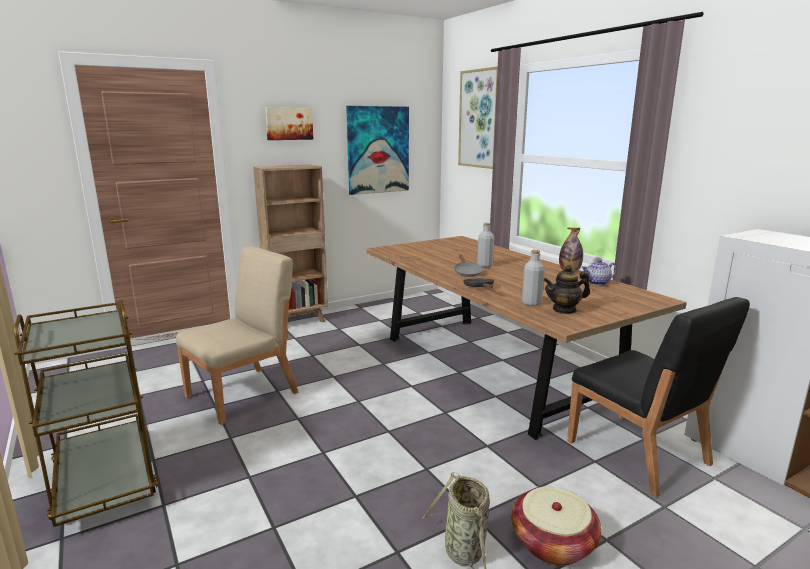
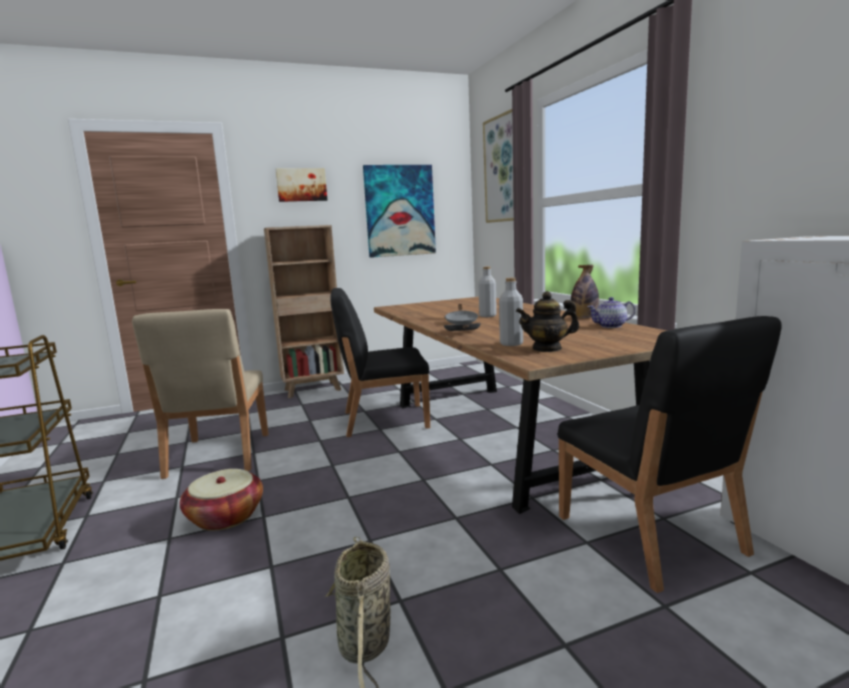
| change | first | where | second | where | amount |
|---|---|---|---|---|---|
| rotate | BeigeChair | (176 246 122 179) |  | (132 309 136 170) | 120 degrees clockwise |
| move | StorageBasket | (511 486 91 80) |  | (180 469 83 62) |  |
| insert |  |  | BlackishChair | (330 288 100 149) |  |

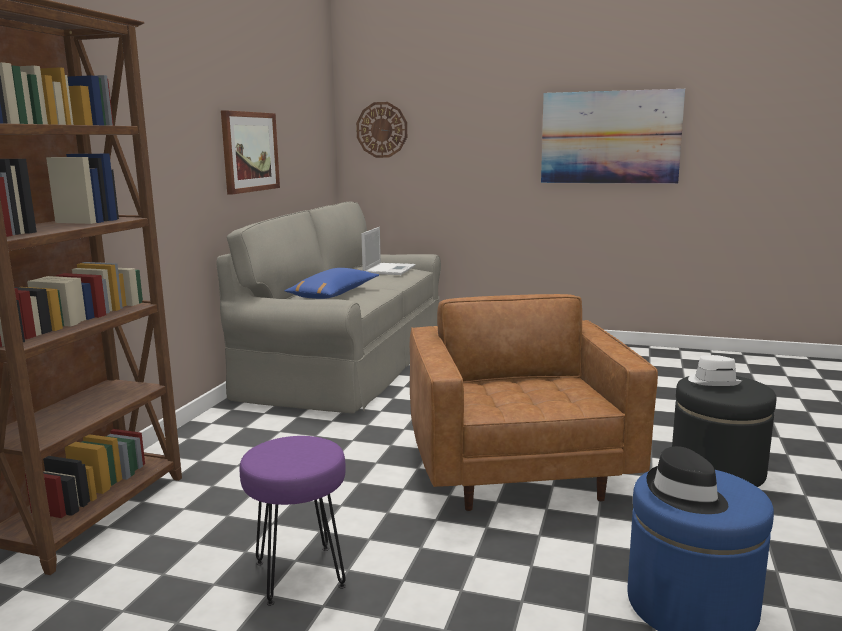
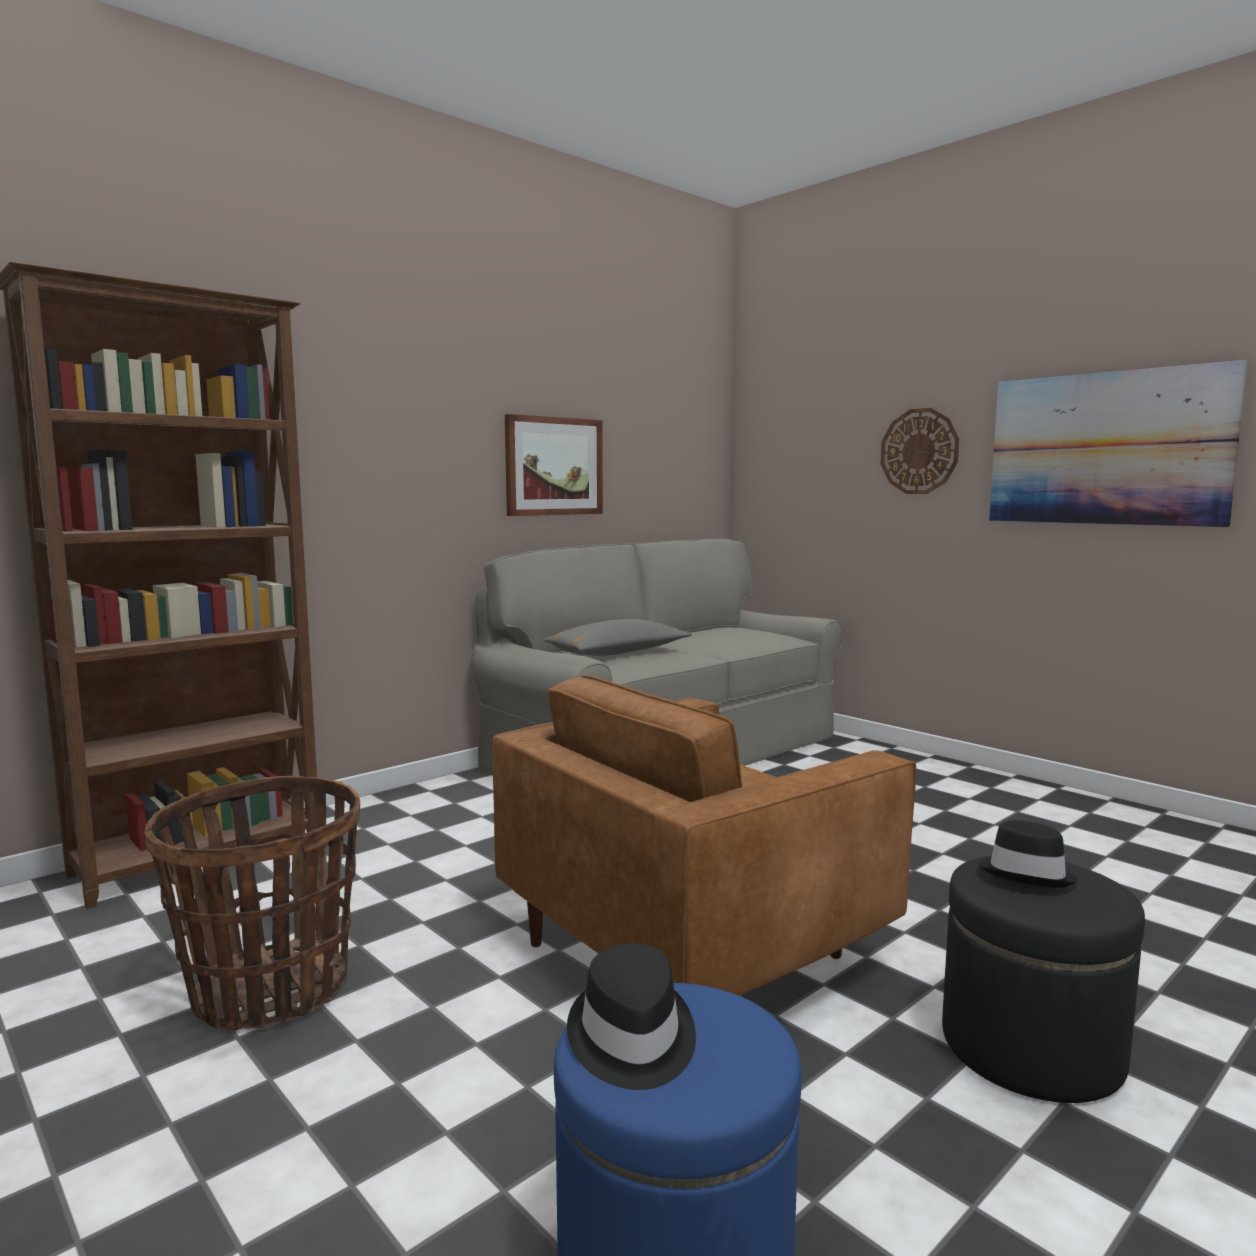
| change | first | where | second | where | amount |
|---|---|---|---|---|---|
| move | ClockOnTheWall | (356 102 51 56) |  | (880 408 79 86) |  |
| delete | PortableComputer | (361 227 55 48) |  |  |  |
| recolor | BlueCushion | (285 268 94 31) | GreyCushion | (543 619 149 37) |  |
| rotate | BrownColouredArmchair | (410 294 248 218) |  | (492 675 424 321) | 150 degrees counterclockwise |
| recolor | WhiteColouredWearableHat | (688 355 54 31) | BlackishWearableHat | (978 820 100 68) |  |
| replace | PurpleColouredStool | (240 436 106 170) | StorageBasket | (145 776 215 255) |  |

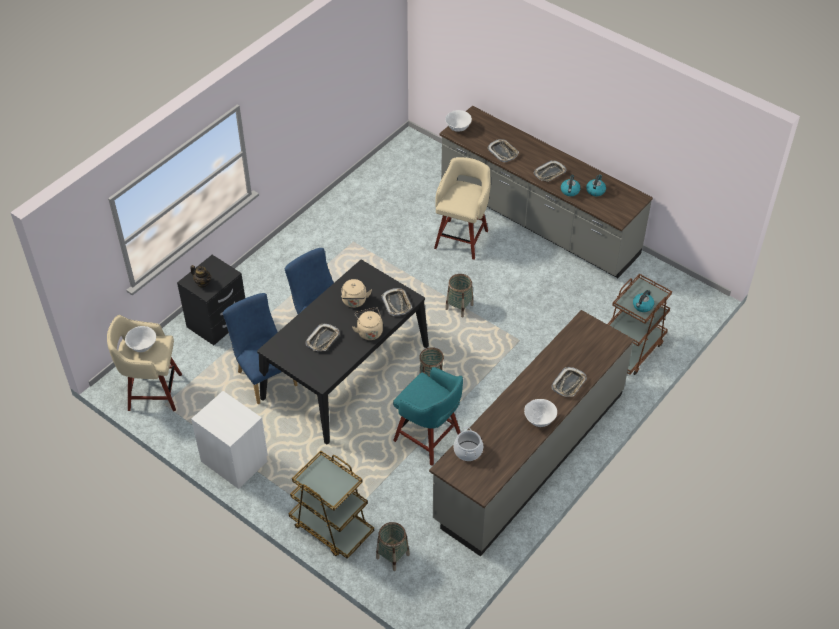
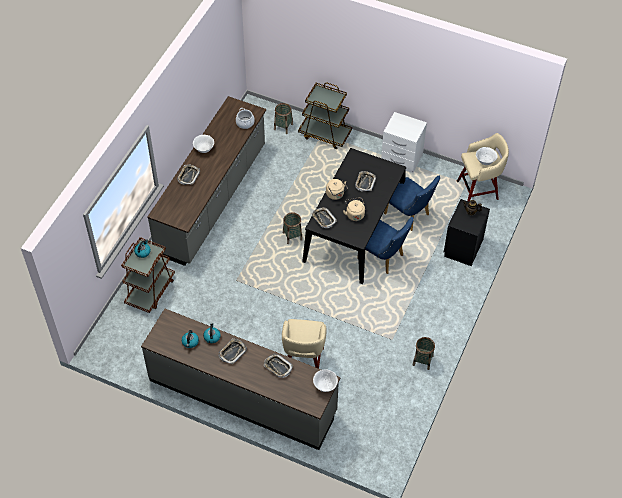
| change | first | where | second | where | amount |
|---|---|---|---|---|---|
| move | StorageBasket | (445 274 29 43) |  | (412 337 23 33) |  |
| delete | TurquoiseColouredStool | (393 367 70 99) |  |  |  |

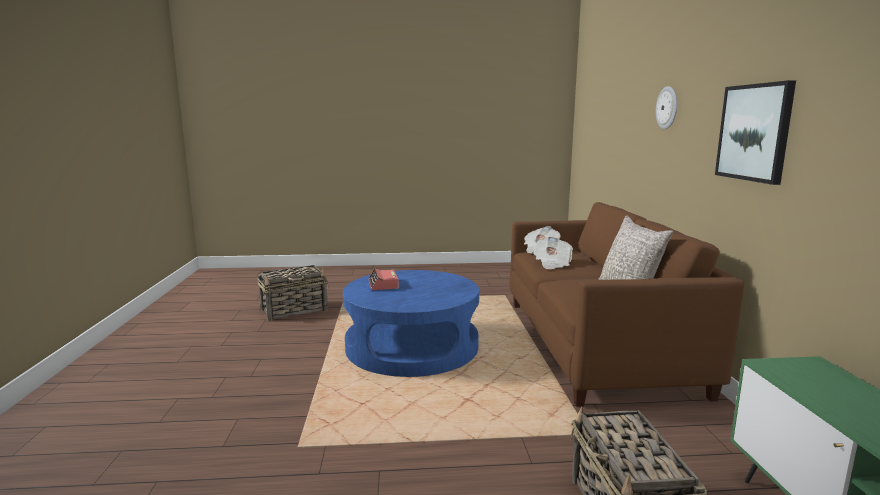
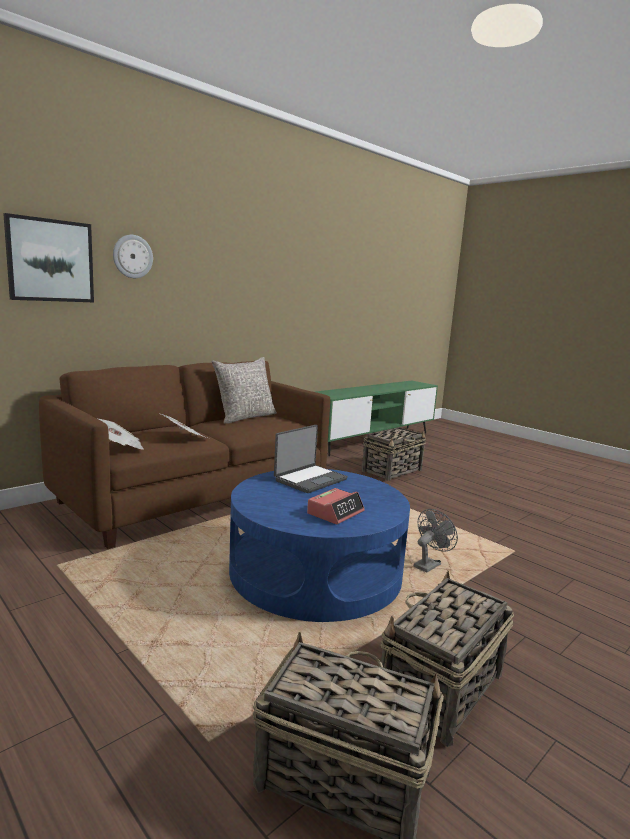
| change | first | where | second | where | amount |
|---|---|---|---|---|---|
| move | WallPicture | (715 80 81 105) |  | (3 213 91 89) |  |
| insert |  |  | PortableComputer | (274 425 74 68) |  |
| insert |  |  | GreyFan | (414 509 44 64) |  |
| insert |  |  | StorageBasket | (380 571 134 176) |  |

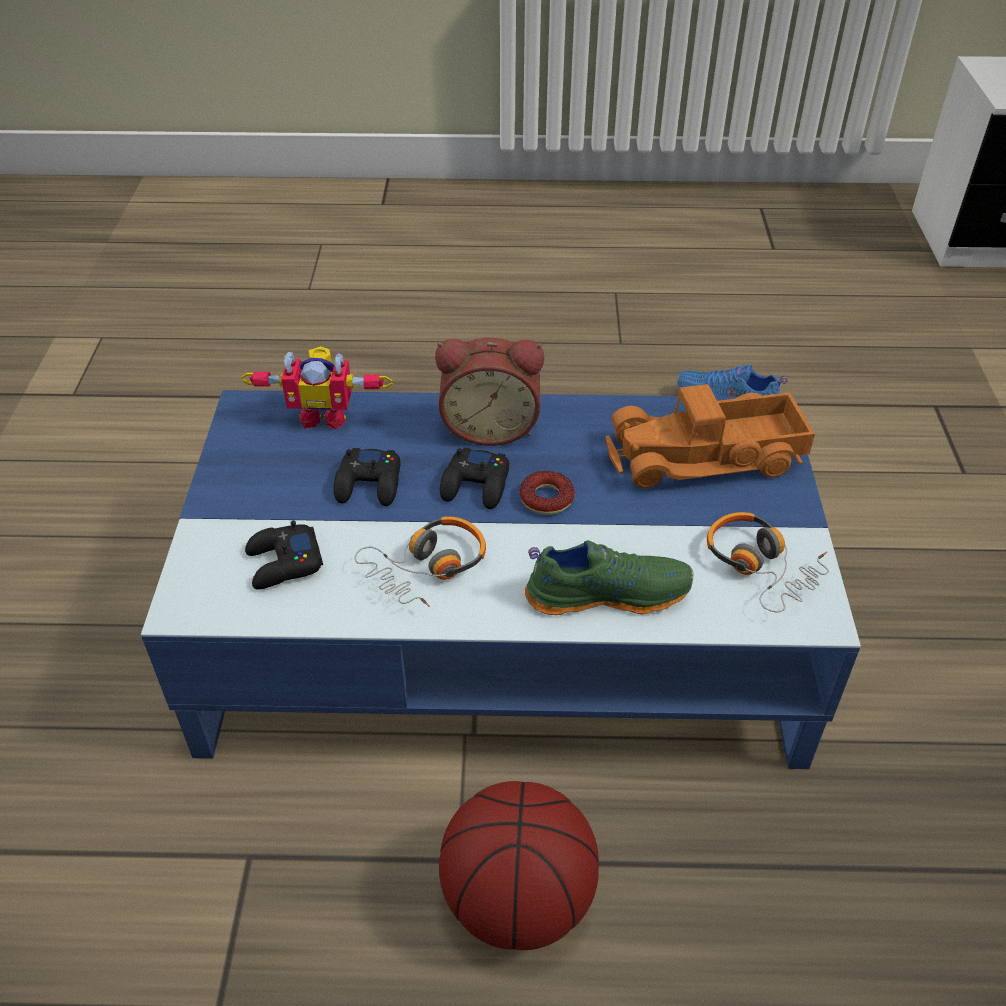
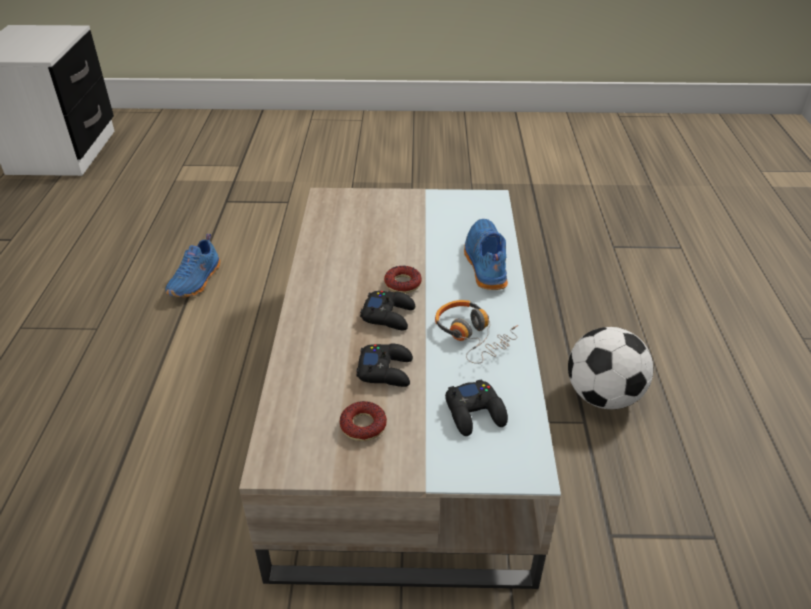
| change | first | where | second | where | amount |
|---|---|---|---|---|---|
| delete | BedsideClock | (435 338 109 108) |  |  |  |
| delete | RobotFigure | (241 346 152 83) |  |  |  |
| delete | ToyTruck | (606 384 209 104) |  |  |  |
| recolor | BlueLowTable | (141 390 720 379) | BeigeLowTable | (239 188 322 401) |  |
| delete | Headphones | (707 512 122 100) |  |  |  |
| recolor | GreenColouredShoe | (525 540 169 75) | BlueShoe | (464 219 44 71) |  |
| replace | BallForBasketball | (439 781 160 169) | BallForFootball | (568 327 85 82) |  |
| insert |  |  | Donut | (340 401 47 40) |  |

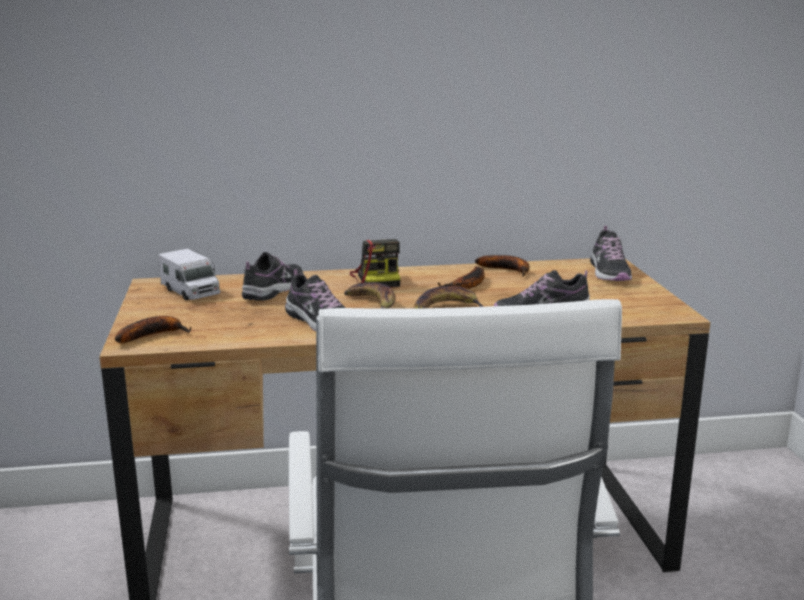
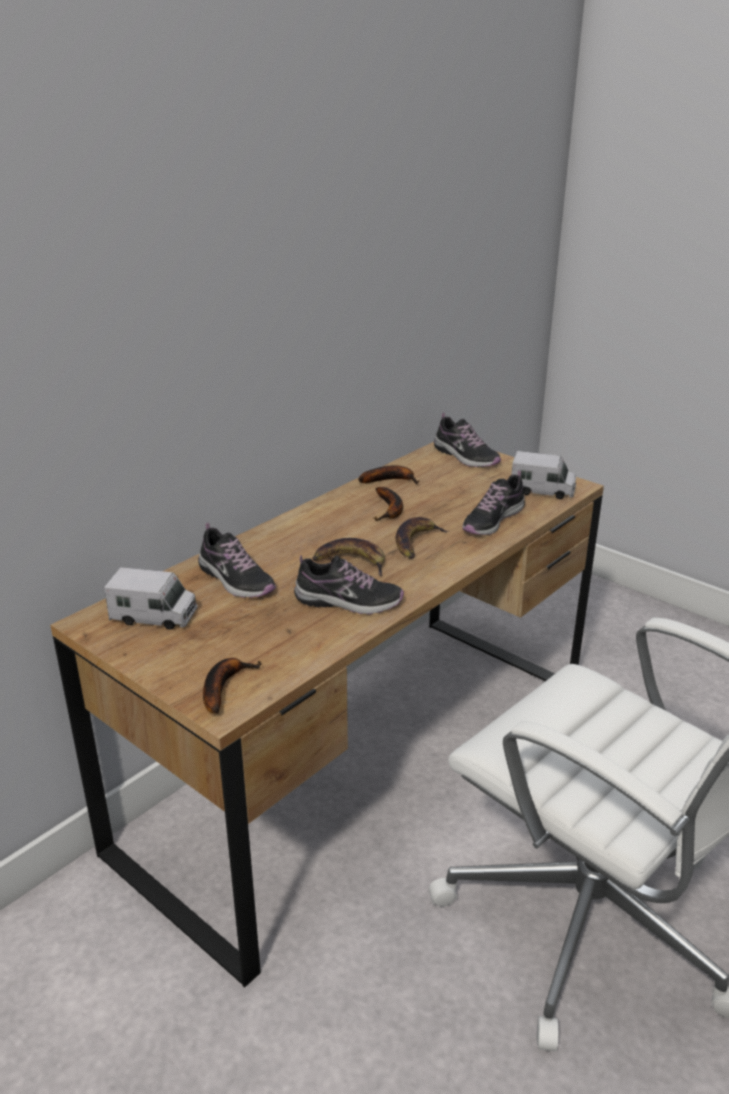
| change | first | where | second | where | amount |
|---|---|---|---|---|---|
| delete | StillCamera | (350 239 51 48) |  |  |  |
| rotate | Shoe | (242 252 62 49) |  | (198 523 78 75) | 150 degrees clockwise |
| insert |  |  | ToyTruck | (511 451 65 48) |  |

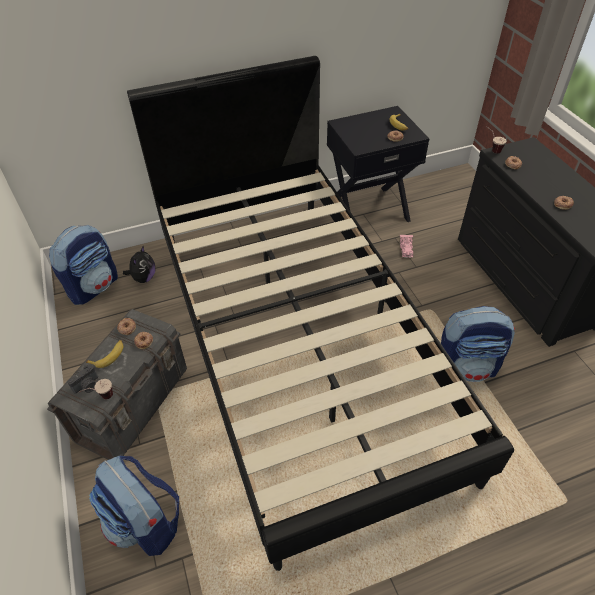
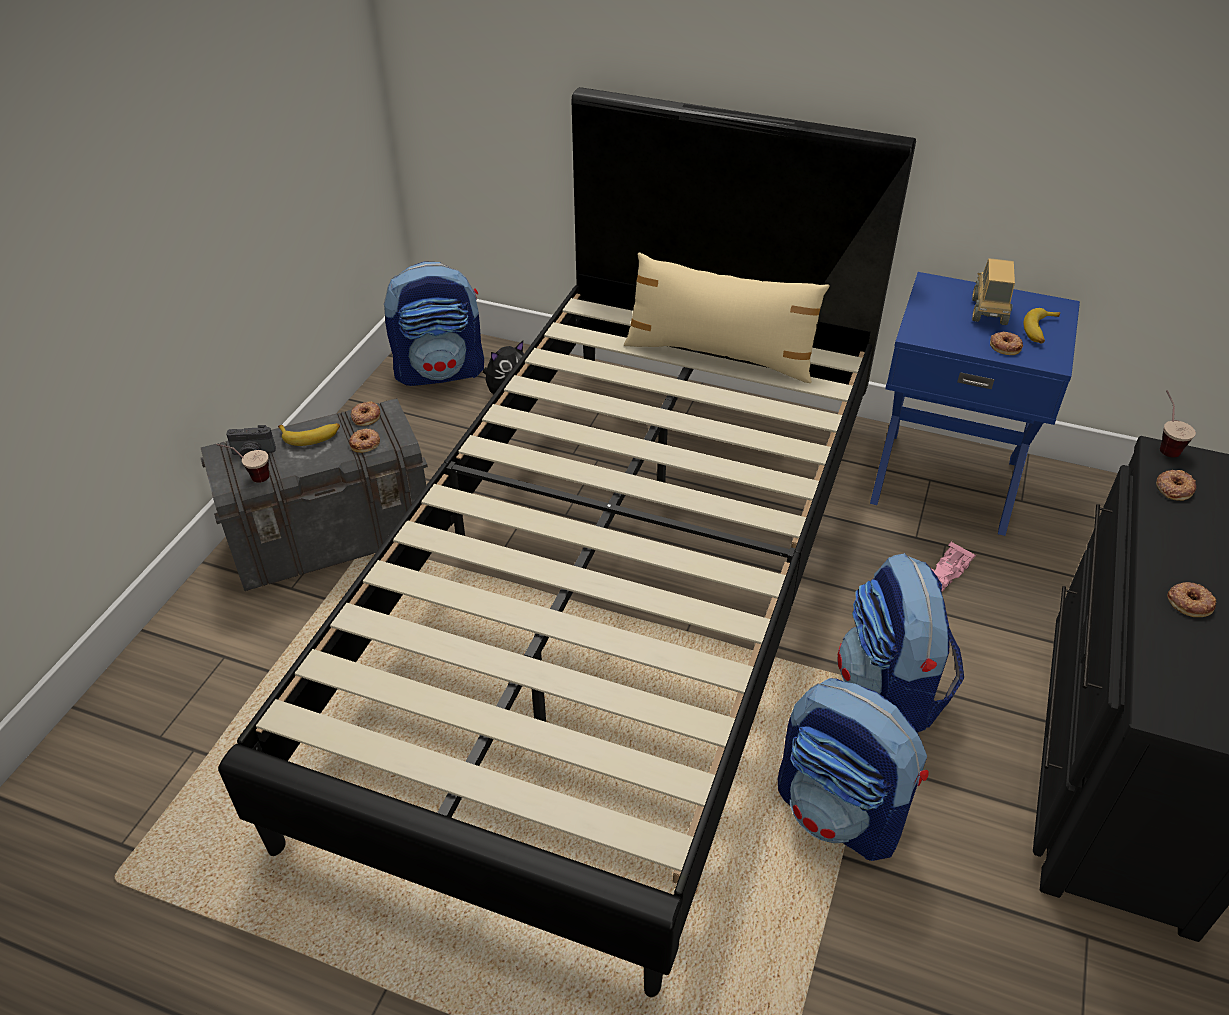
| change | first | where | second | where | amount |
|---|---|---|---|---|---|
| recolor | BlackishNightstand | (327 106 103 116) | BlueNightstand | (870 272 210 264) |  |
| move | Knapsack | (89 456 90 100) |  | (838 553 126 180) |  |
| insert |  |  | BeigeCushion | (624 252 206 131) |  |
| insert |  |  | ToyTruck | (972 258 43 67) |  |

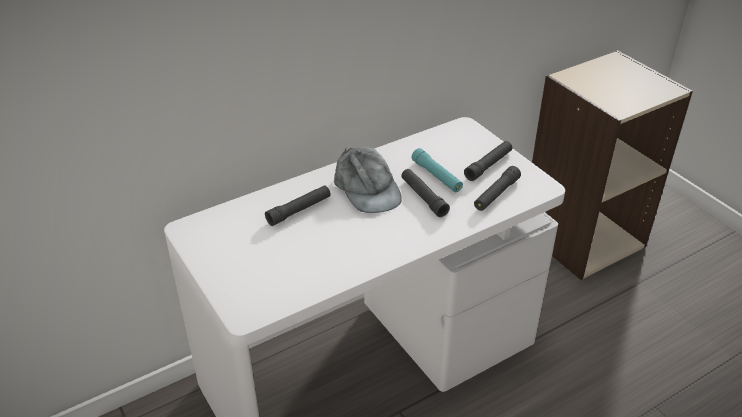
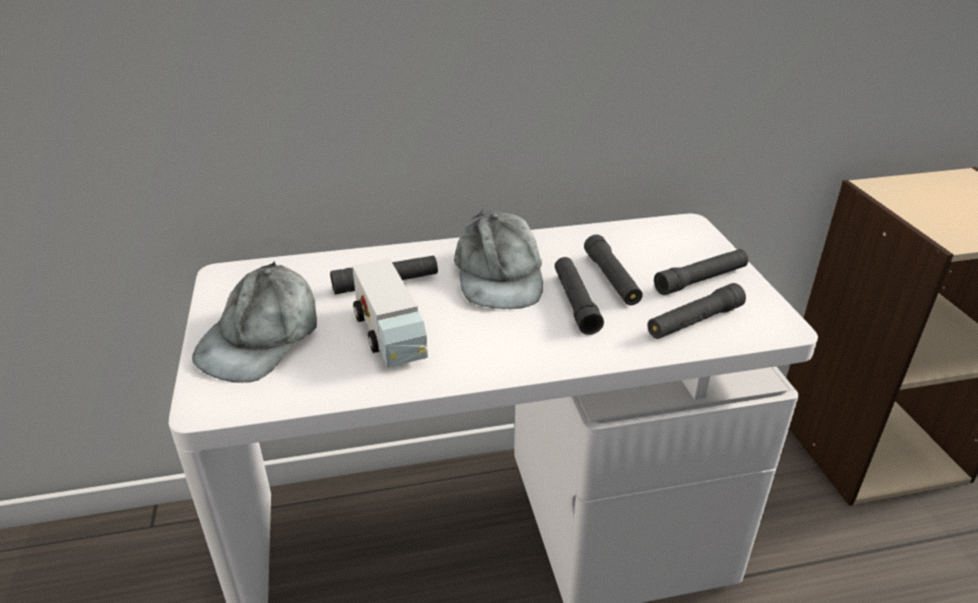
| change | first | where | second | where | amount |
|---|---|---|---|---|---|
| recolor | TurquoiseColouredFlashlight | (412 148 51 44) | BlackishFlashlight | (584 234 59 71) |  |
| insert |  |  | ToyTruck | (352 258 76 109) |  |
| insert |  |  | GreyPeakedCap | (192 262 125 121) |  |

